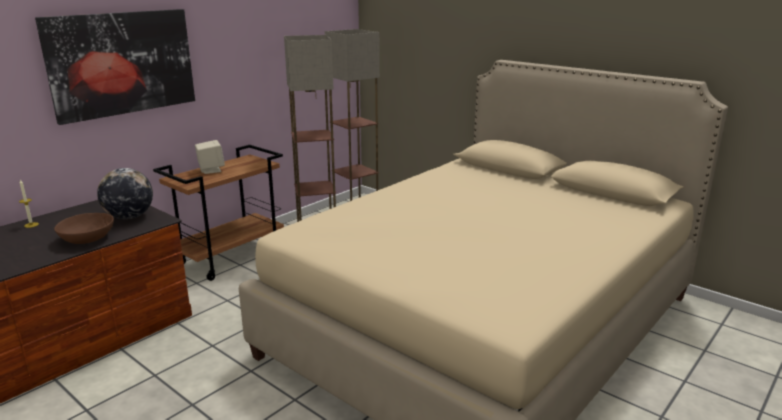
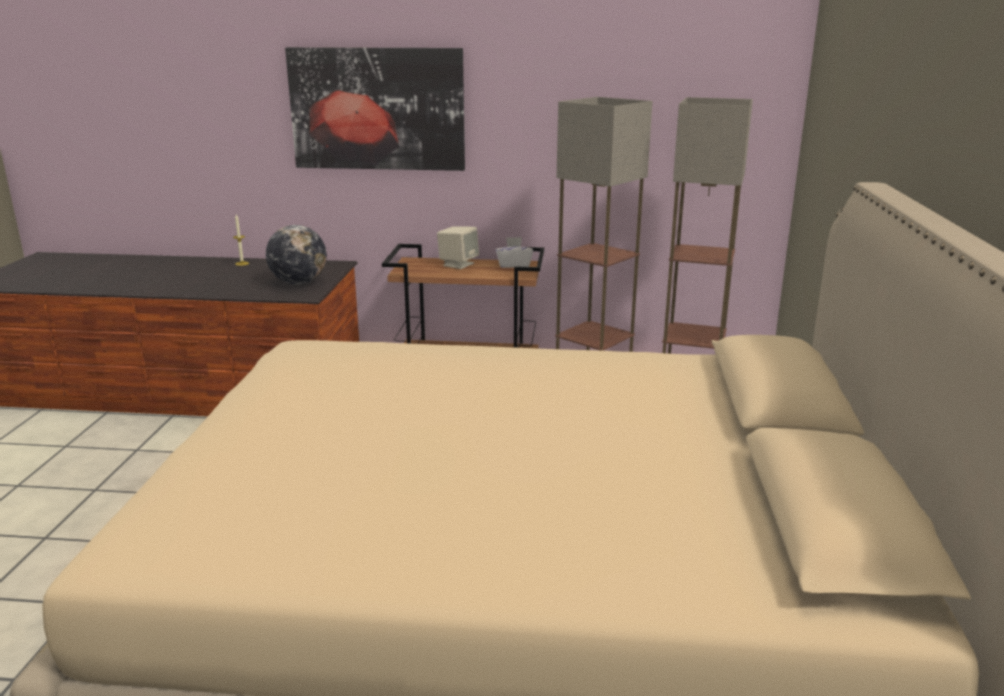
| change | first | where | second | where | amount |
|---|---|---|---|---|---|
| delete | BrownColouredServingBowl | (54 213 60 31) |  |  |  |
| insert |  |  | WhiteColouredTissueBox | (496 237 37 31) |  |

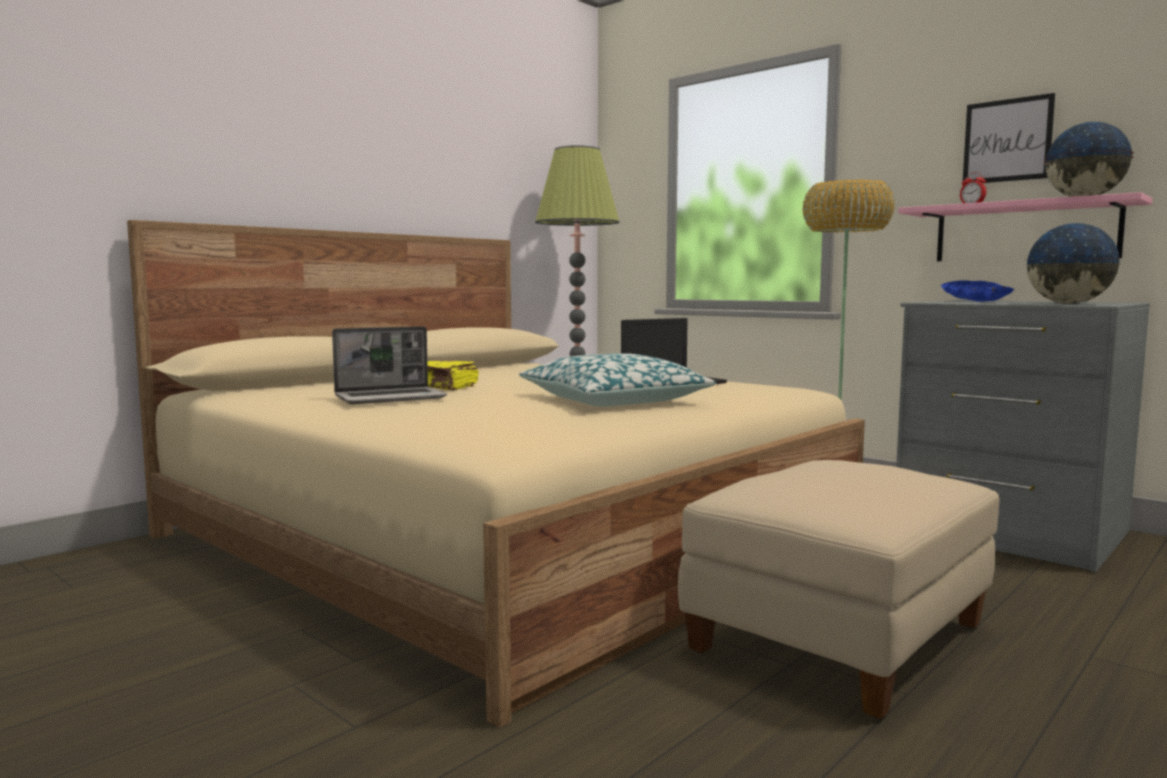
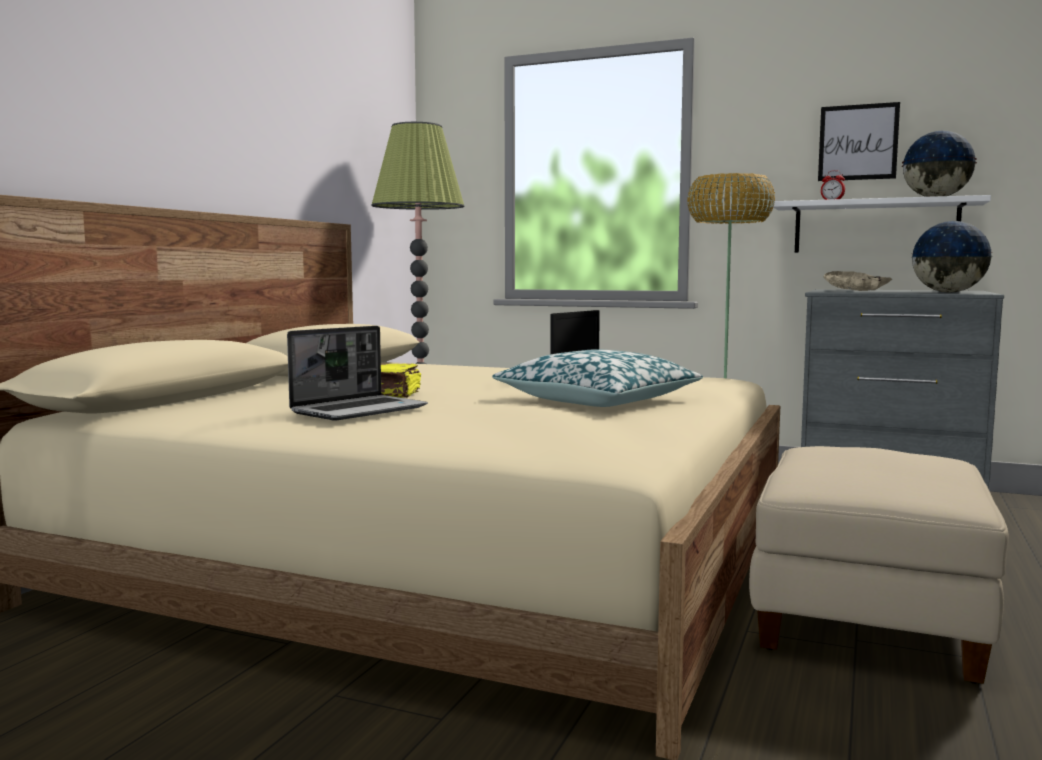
| change | first | where | second | where | amount |
|---|---|---|---|---|---|
| recolor | PinkColouredBracketShelf | (898 192 255 69) | WhiteColouredBracketShelf | (773 195 218 58) |  |
| recolor | BlueServingBowl | (941 280 73 22) | BeigeServingBowl | (824 271 68 20) |  |

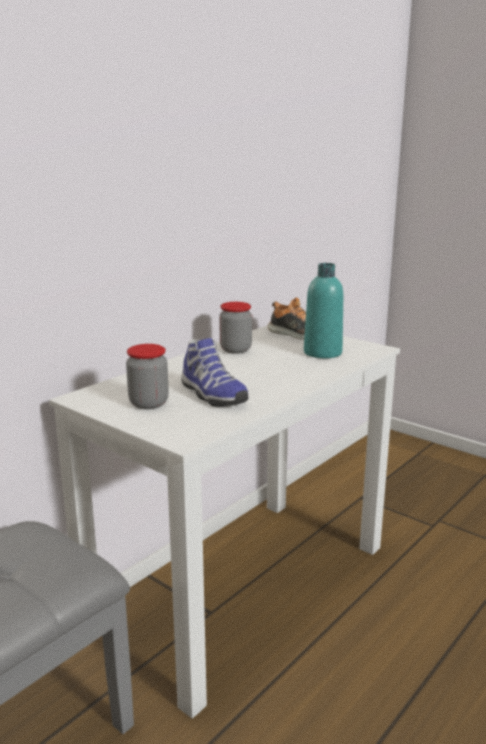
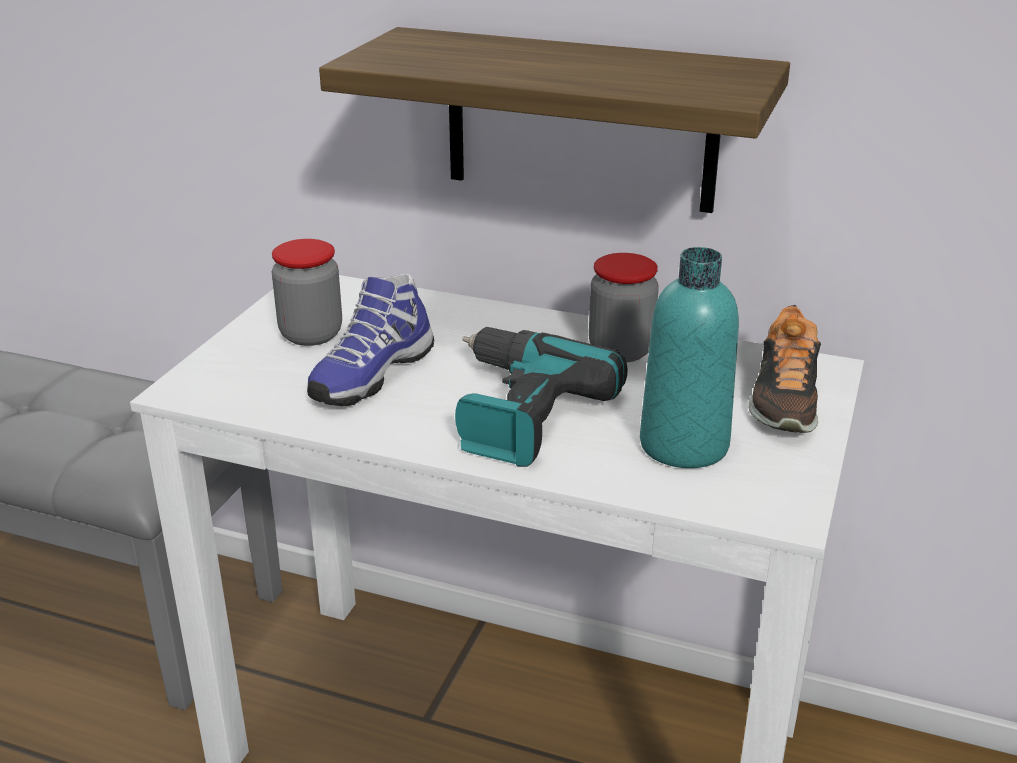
| change | first | where | second | where | amount |
|---|---|---|---|---|---|
| insert |  |  | BracketShelf | (319 27 471 186) |  |
| insert |  |  | ElectricDrill | (455 327 173 140) |  |

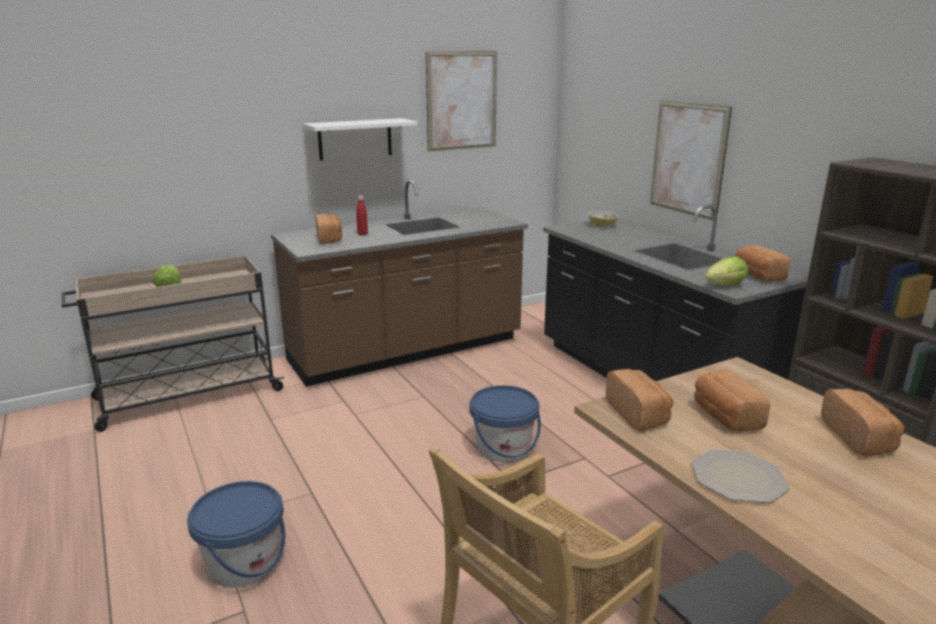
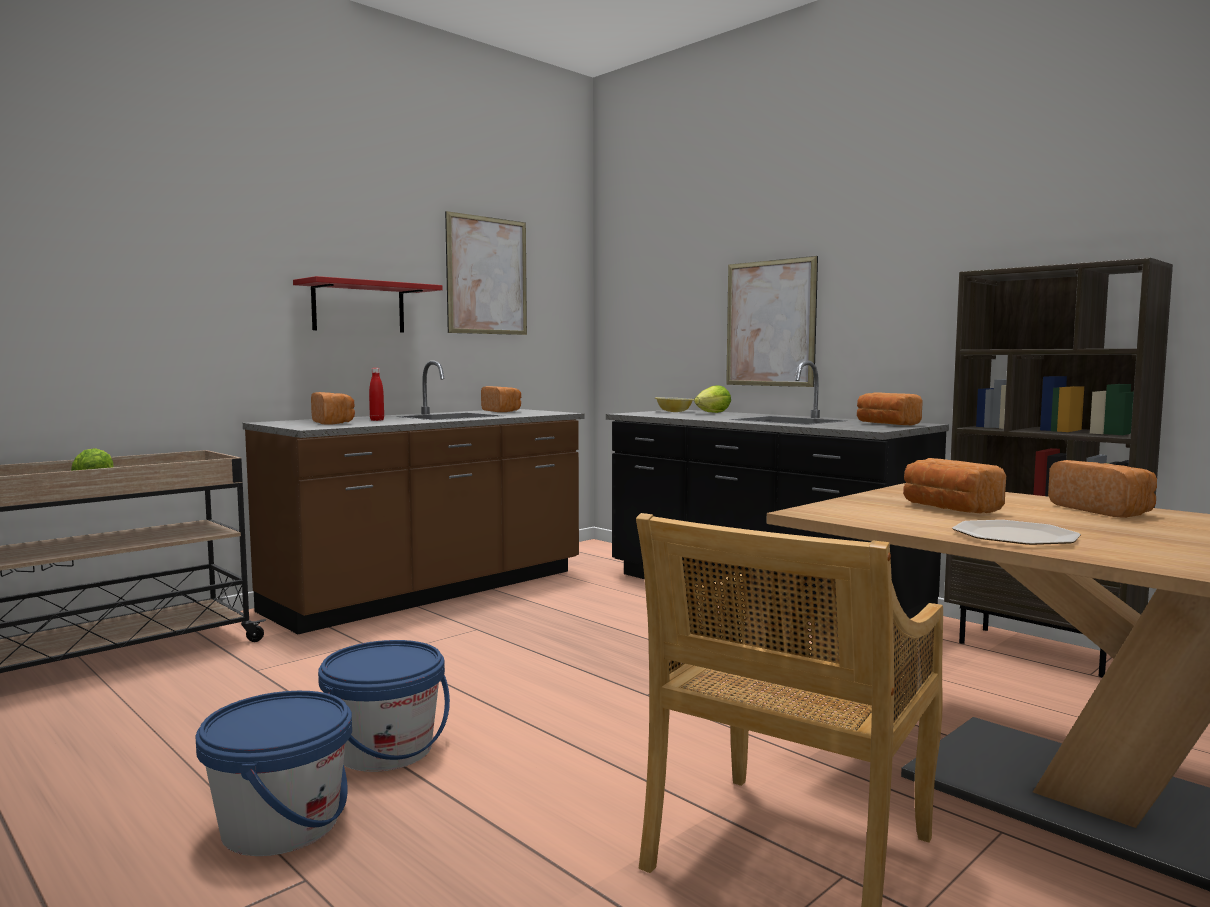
| change | first | where | second | where | amount |
|---|---|---|---|---|---|
| recolor | WhiteColouredBracketShelf | (303 118 114 43) | RedBracketShelf | (293 276 150 57) |  |
| move | HeadOfLettuce | (705 256 43 29) |  | (694 385 37 28) |  |
| move | BakedBread | (606 369 67 62) |  | (481 386 40 26) |  |
| move | BlueWaterBucket | (470 385 71 77) |  | (318 640 132 132) |  |

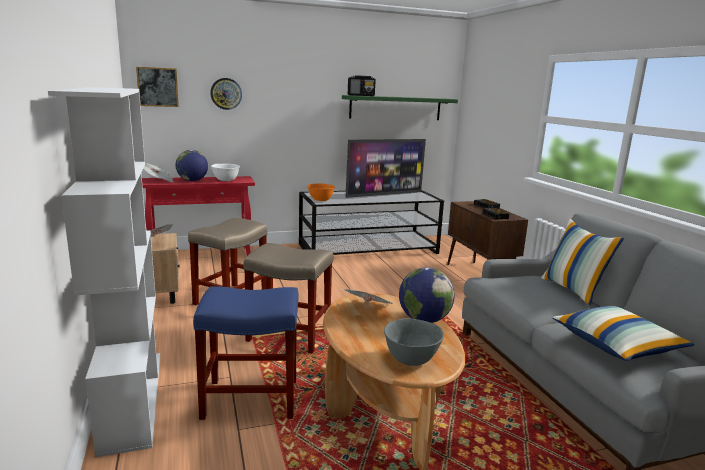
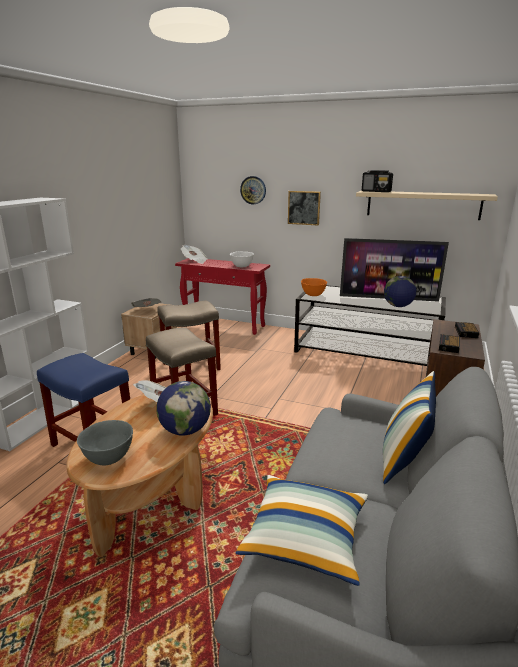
| change | first | where | second | where | amount |
|---|---|---|---|---|---|
| move | WallPicture | (136 67 43 40) |  | (288 191 33 35) |  |
| recolor | GreenColouredBracketShelf | (342 95 116 25) | BeigeBracketShelf | (356 191 142 29) |  |
| move | Globe | (175 150 33 31) |  | (384 276 33 31) |  |

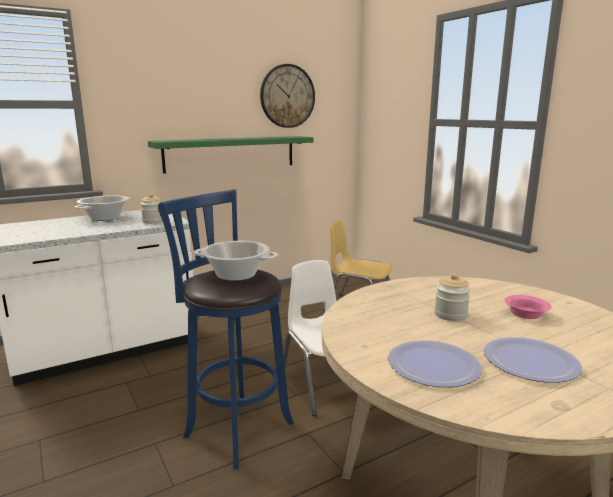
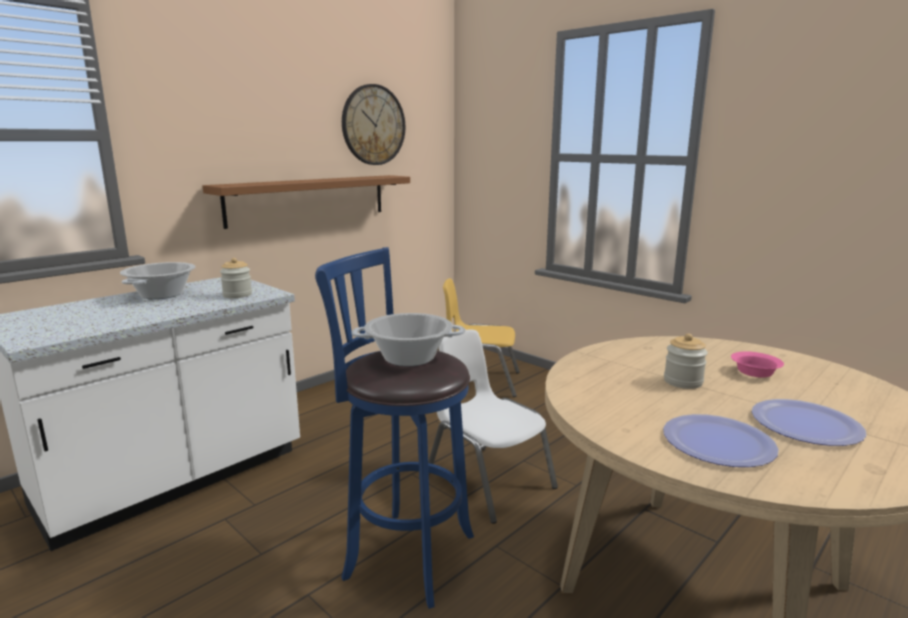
| change | first | where | second | where | amount |
|---|---|---|---|---|---|
| recolor | GreenColouredBracketShelf | (148 136 165 38) | BrownColouredBracketShelf | (203 175 207 54) |  |

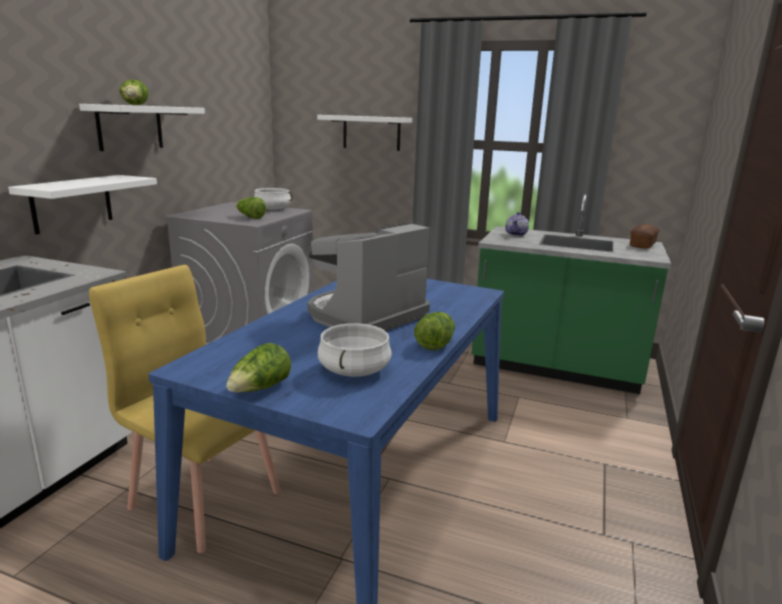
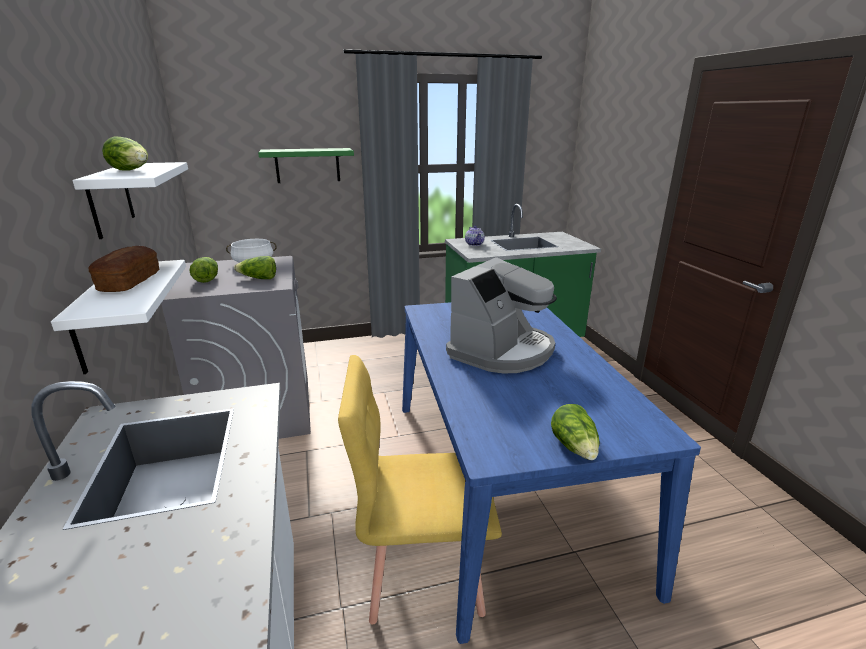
| change | first | where | second | where | amount |
|---|---|---|---|---|---|
| recolor | WhiteColouredBracketShelf | (317 115 95 36) | GreenColouredBracketShelf | (258 148 96 35) |  |
| rotate | CoffeeMachine | (307 222 123 109) |  | (446 257 111 116) | 150 degrees counterclockwise |
| move | BakedBread | (630 224 29 25) |  | (88 246 71 46) |  |
| move | HeadOfLettuce | (414 312 41 38) |  | (189 257 29 26) |  |
| delete | WhiteColouredCookingPot | (318 323 74 54) |  |  |  |

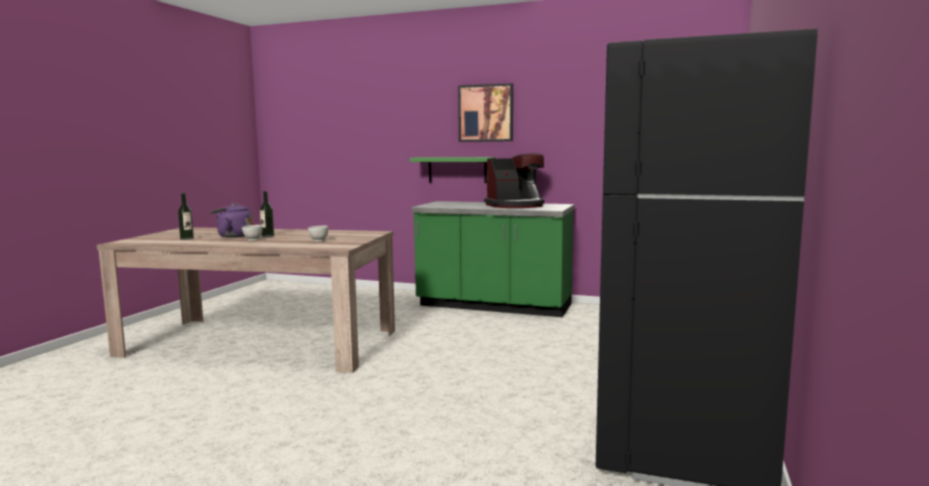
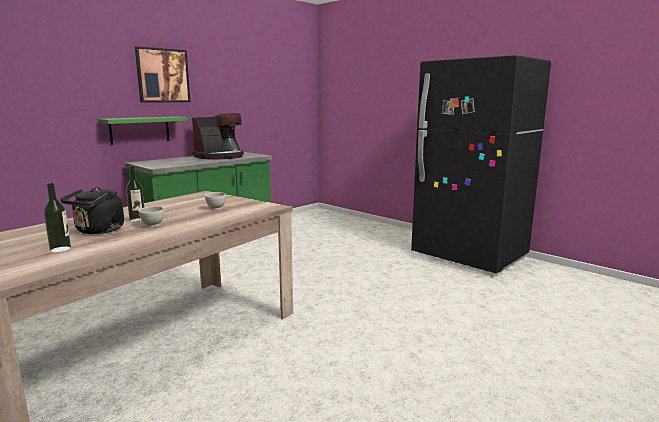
| change | first | where | second | where | amount |
|---|---|---|---|---|---|
| rotate | CoffeeMachine | (484 153 60 55) |  | (192 113 52 47) | 45 degrees clockwise |
| recolor | PurpleColouredTeaKettle | (210 203 43 35) | BlackishTeaKettle | (60 187 64 47) |  |

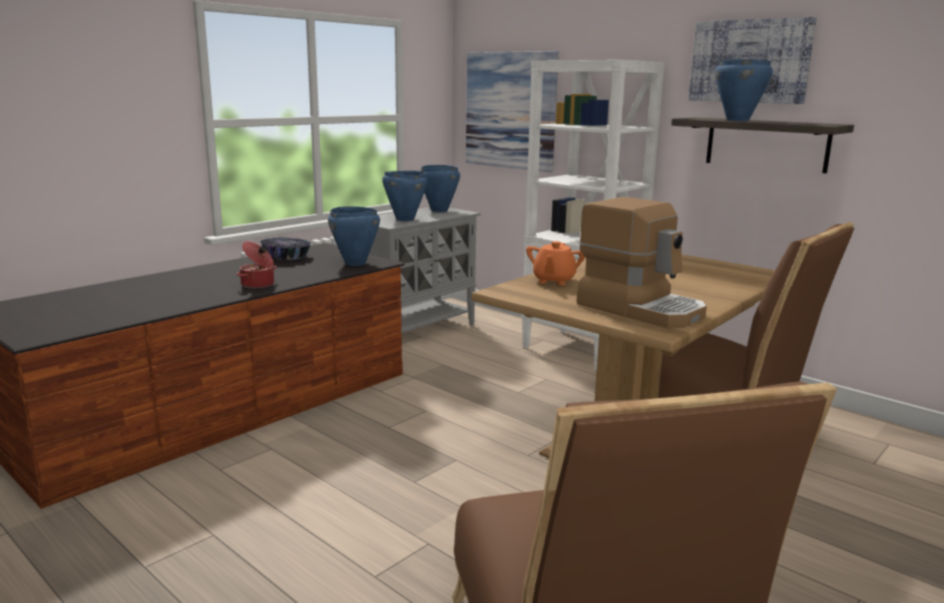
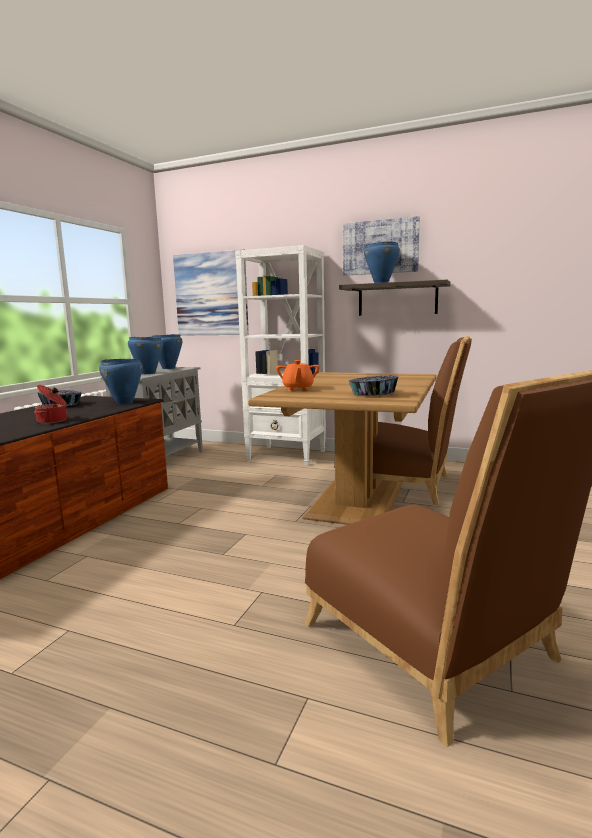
| change | first | where | second | where | amount |
|---|---|---|---|---|---|
| replace | CoffeeMachine | (577 197 130 131) | ServingBowl | (349 376 50 20) |  |

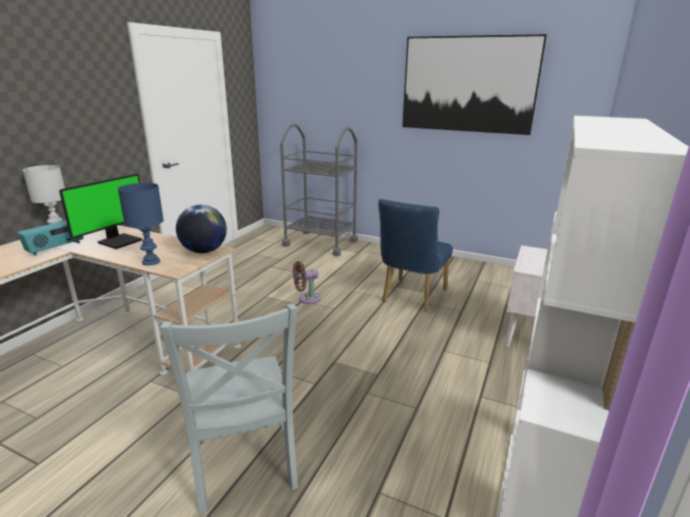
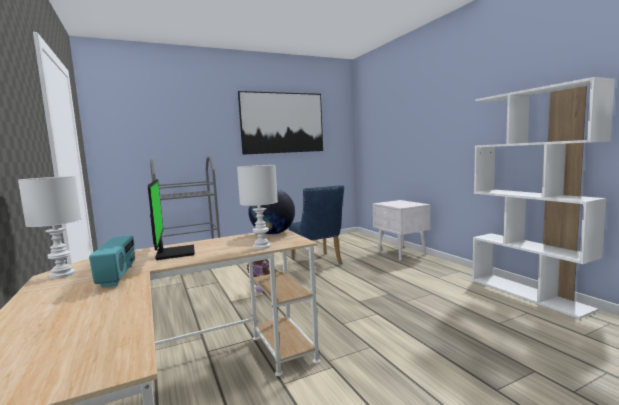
| change | first | where | second | where | amount |
|---|---|---|---|---|---|
| recolor | BlueLampForATable | (118 183 46 83) | WhiteColouredLampForATable | (237 165 41 84) |  |
| delete | GreyChair | (160 303 138 211) |  |  |  |

